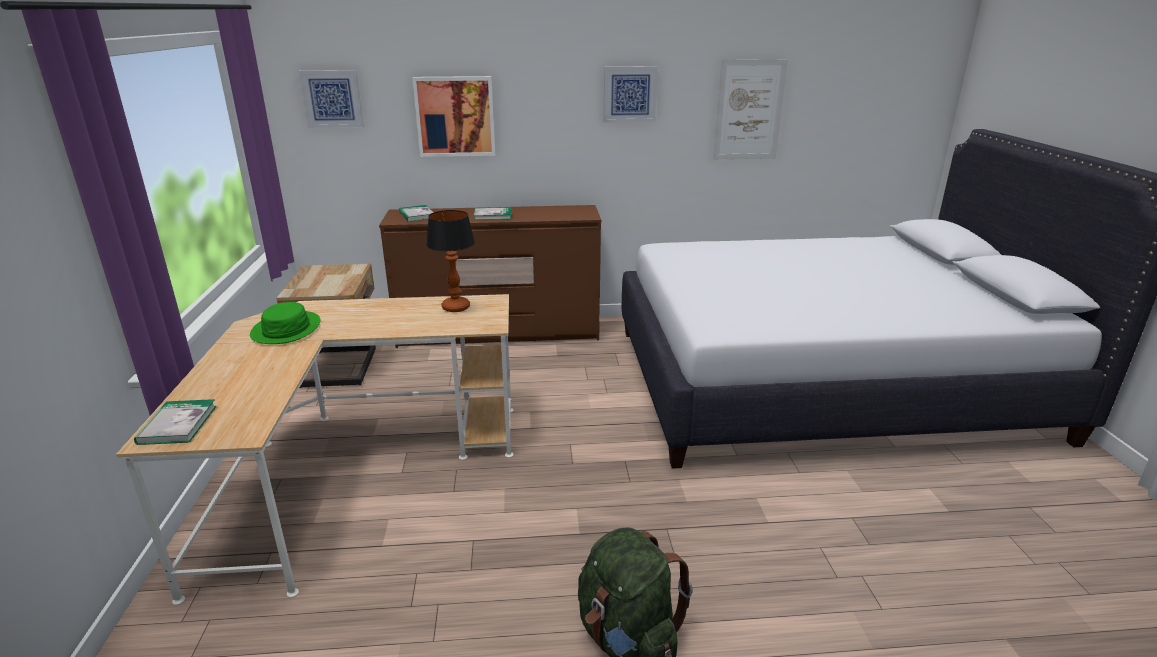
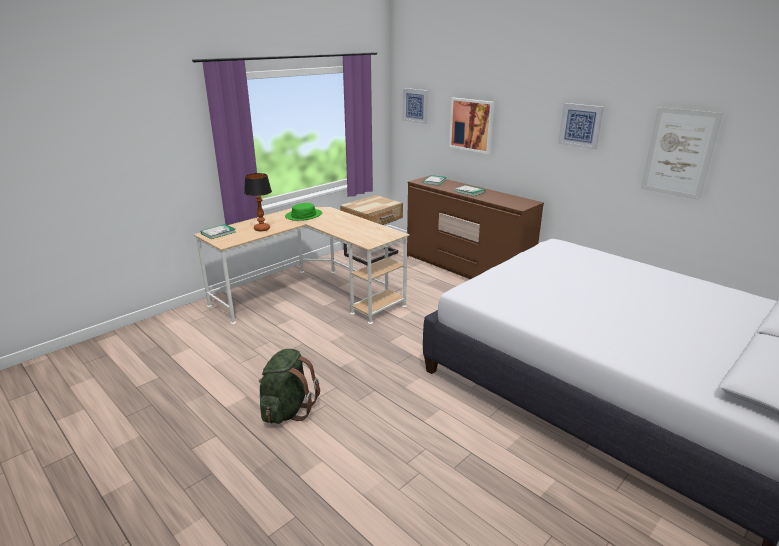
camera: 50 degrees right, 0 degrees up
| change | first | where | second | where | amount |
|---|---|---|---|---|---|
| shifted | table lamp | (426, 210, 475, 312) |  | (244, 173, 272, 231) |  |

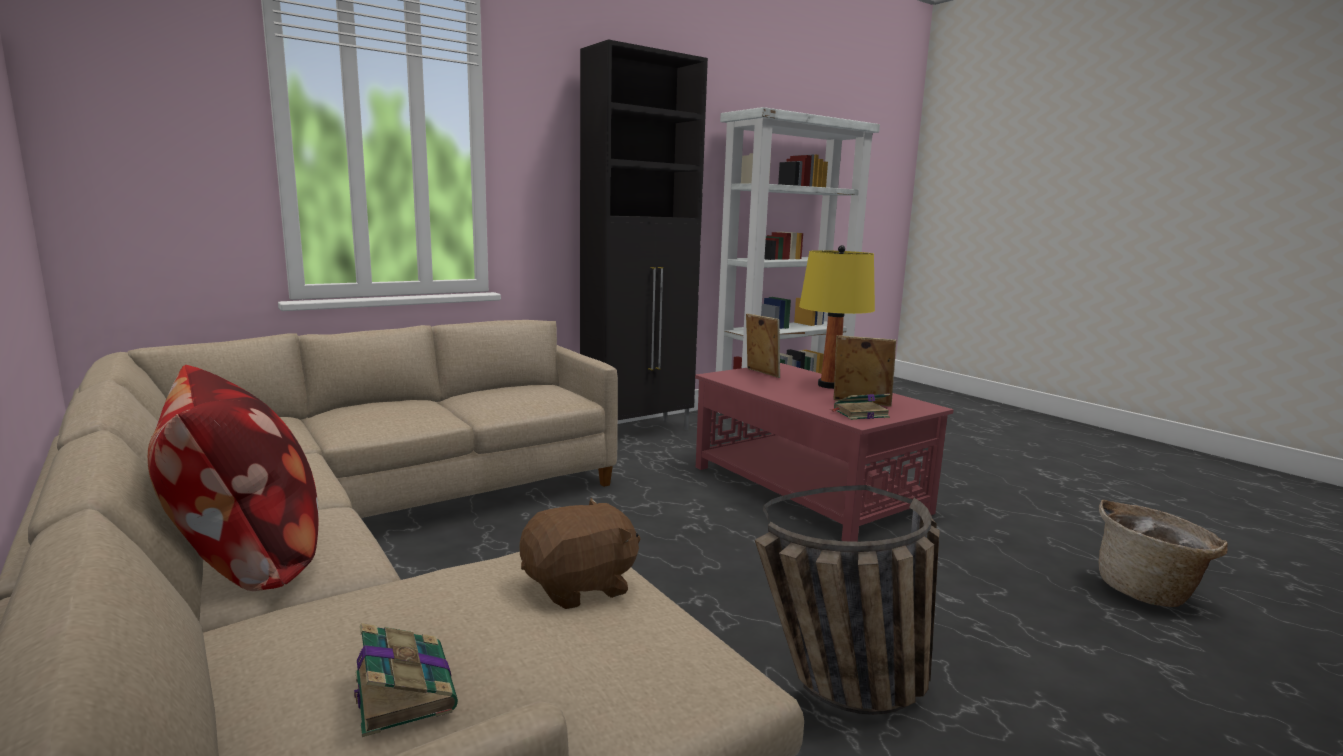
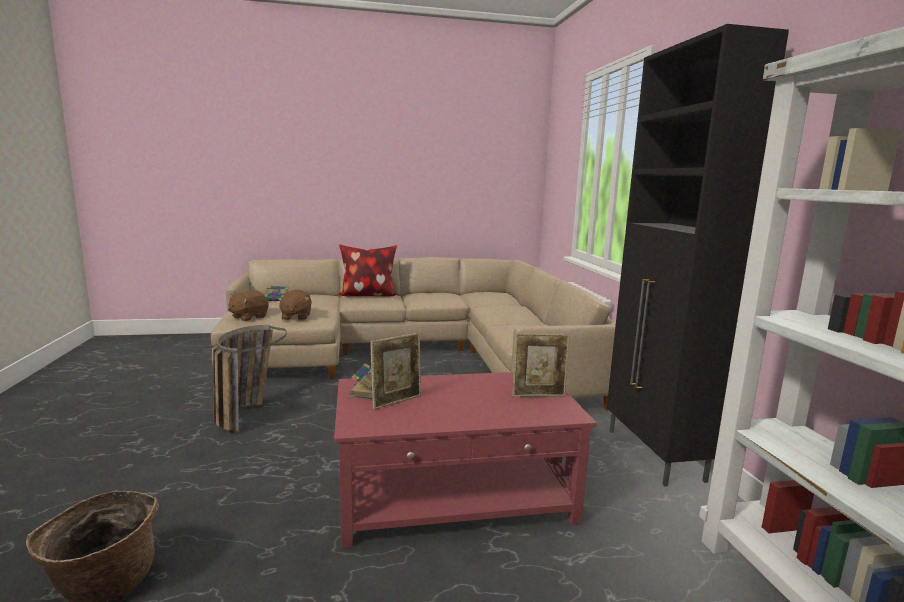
camera: 115 degrees right, 0 degrees up
| change | first | where | second | where | amount |
|---|---|---|---|---|---|
| gone | yellow table lamp | (799, 245, 875, 389) |  |  |  |
| new |  |  | brown plush toy | (228, 290, 269, 321) |  |

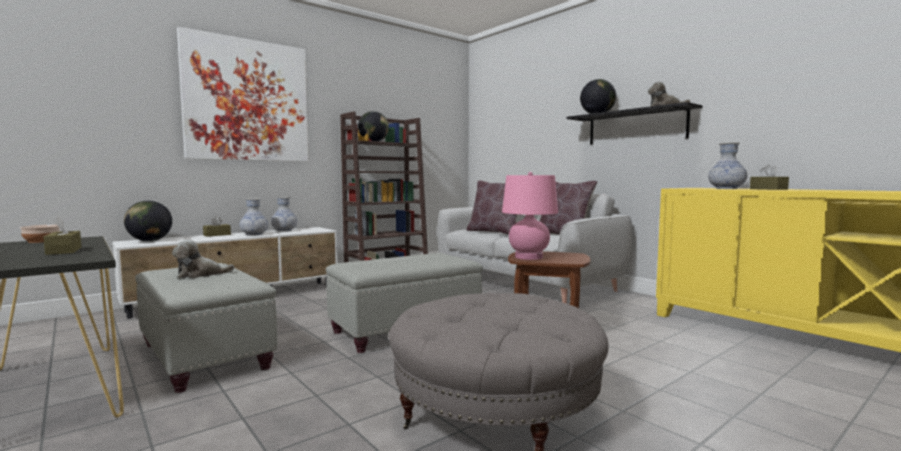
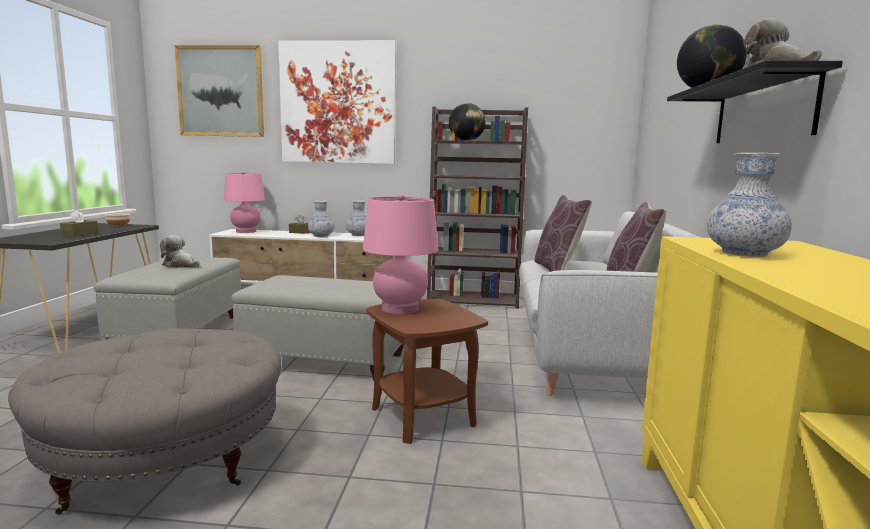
camera: 45 degrees right, 5 degrees up
| change | first | where | second | where | amount |
|---|---|---|---|---|---|
| gone | brown tissue box | (750, 164, 789, 190) |  |  |  |
| new |  |  | picture | (175, 45, 264, 137) |  |
| swapped | globe | (124, 201, 172, 241) | pink table lamp | (224, 171, 265, 233) |  |

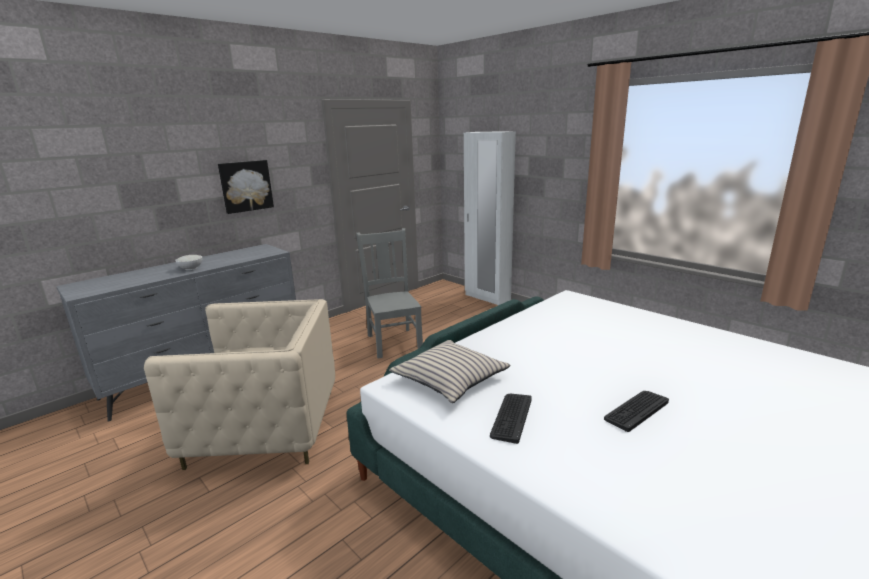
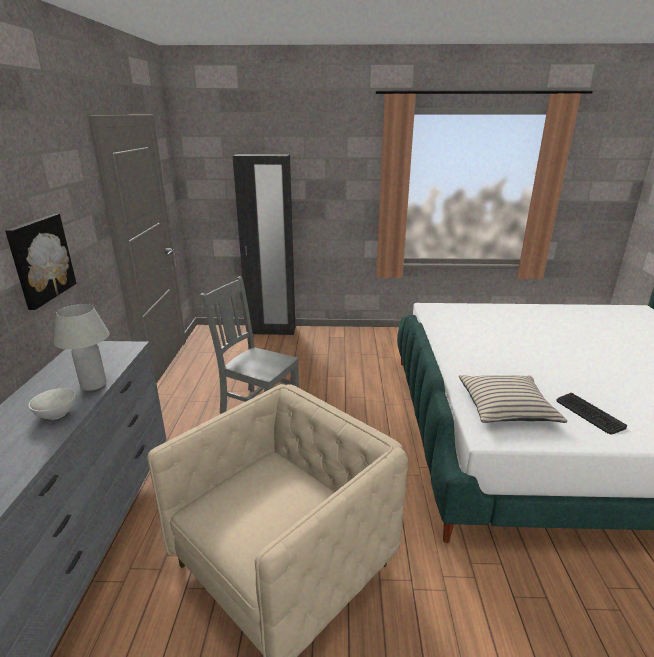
camera: 45 degrees left, 5 degrees up
| change | first | where | second | where | amount |
|---|---|---|---|---|---|
| gone | keyboard | (604, 391, 669, 432) |  |  |  |
| new |  |  | white table lamp | (54, 304, 110, 391) |  |
| repainted | white wardrobe | (464, 131, 516, 305) | black wardrobe | (233, 154, 295, 335) |  |

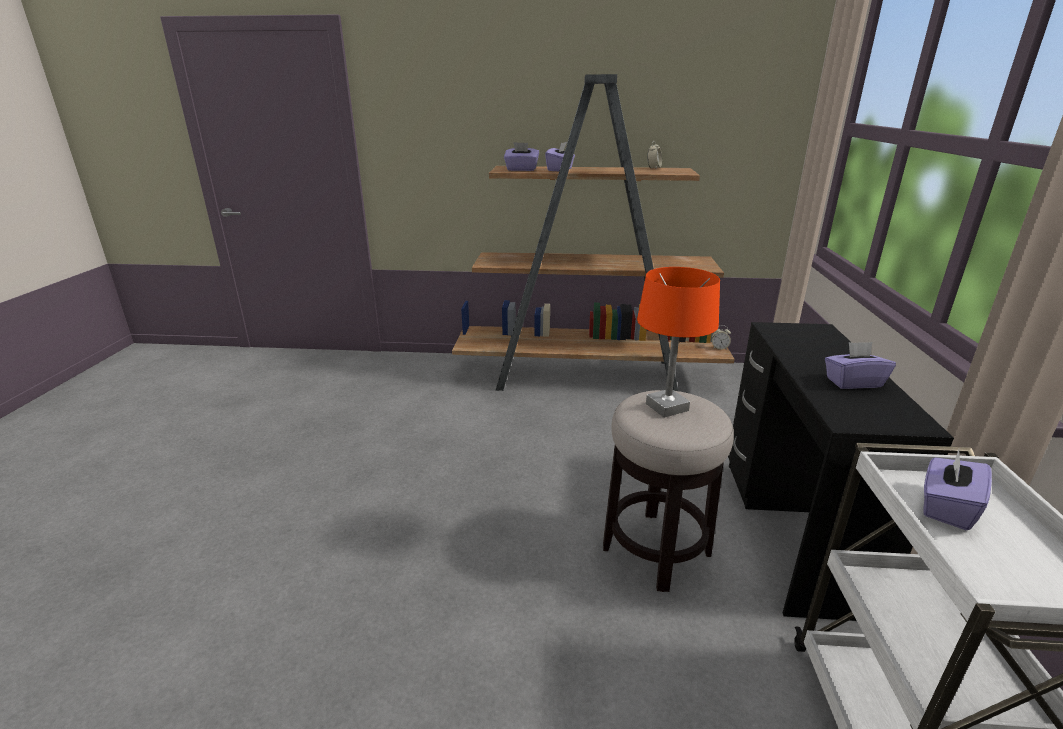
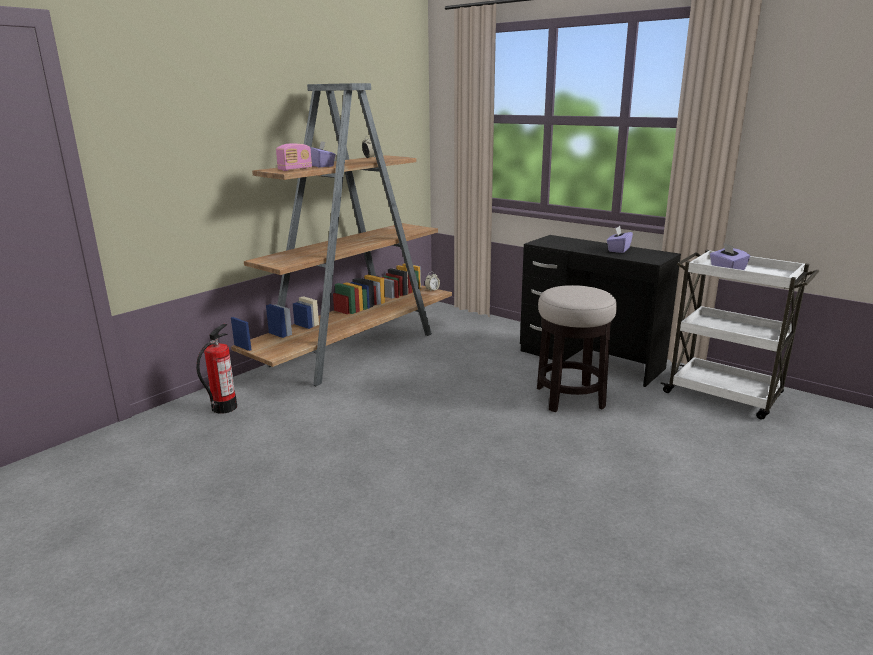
camera: 55 degrees left, 5 degrees down
| change | first | where | second | where | amount |
|---|---|---|---|---|---|
| gone | orange table lamp | (637, 267, 720, 418) |  |  |  |
| new |  |  | fire extinguisher | (196, 324, 237, 414) |  |
| swapped | purple tissue box | (504, 142, 539, 171) | radio | (276, 143, 312, 171) |  |

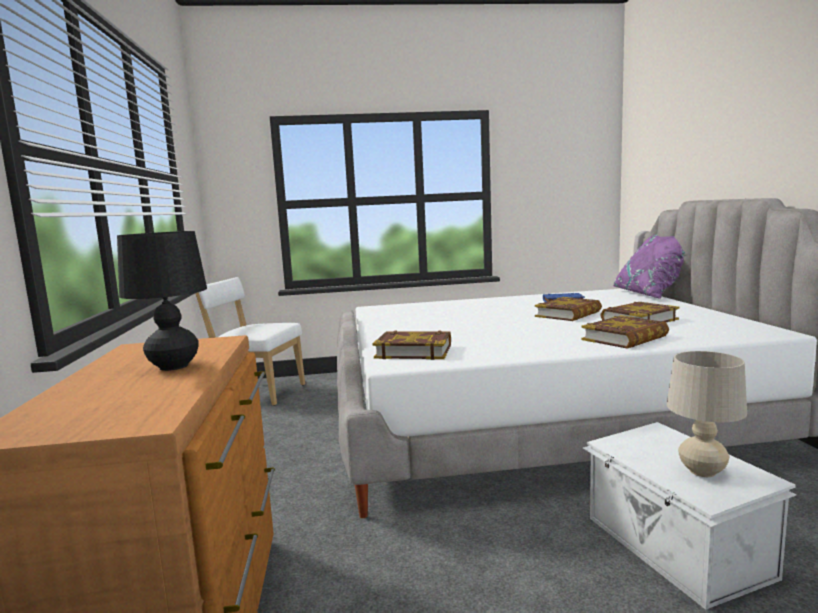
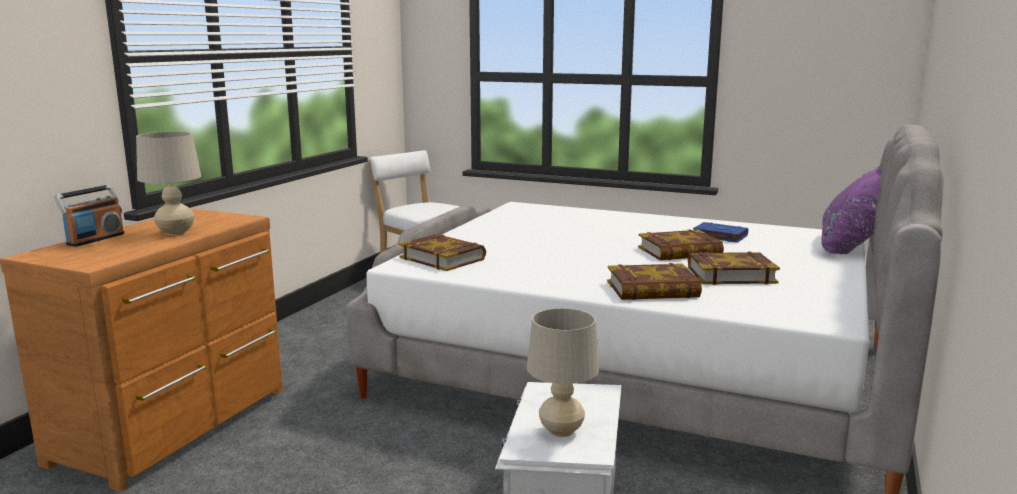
camera: 30 degrees right, 5 degrees up
| change | first | where | second | where | amount |
|---|---|---|---|---|---|
| new |  |  | radio | (54, 185, 125, 247) |  |
| repainted | black table lamp | (117, 231, 207, 371) | beige table lamp | (136, 132, 201, 235) |  |

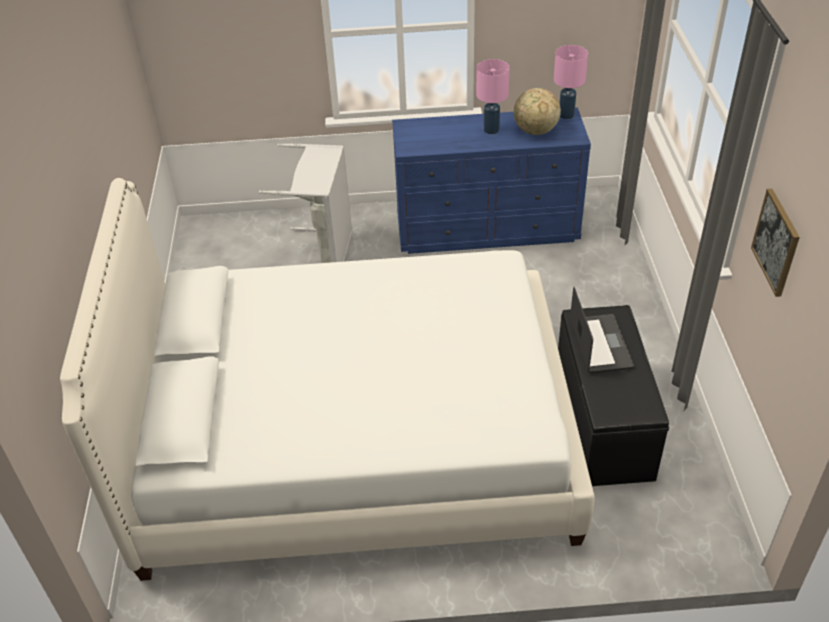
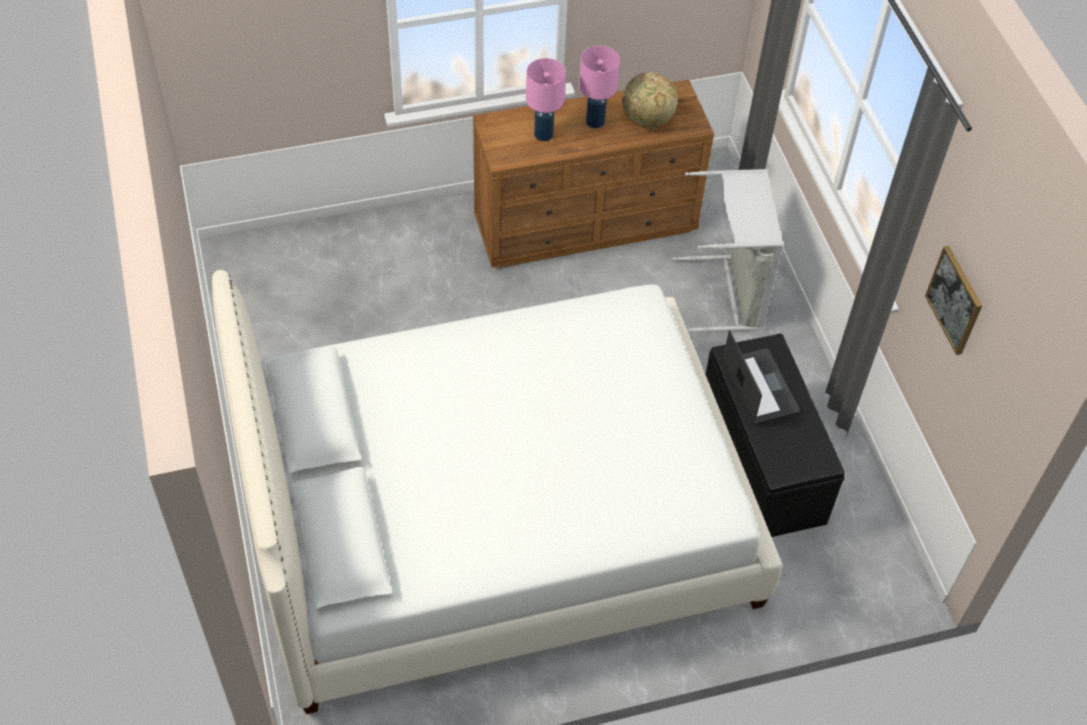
camera: 15 degrees left, 10 degrees up
| change | first | where | second | where | amount |
|---|---|---|---|---|---|
| shifted | grey laundry basket | (259, 143, 352, 263) |  | (672, 169, 783, 332) |  |
| shifted | pink table lamp | (554, 45, 588, 119) |  | (526, 58, 566, 141) |  |
| repainted | blue dresser | (392, 107, 591, 254) | brown dresser | (473, 79, 714, 268) |  |

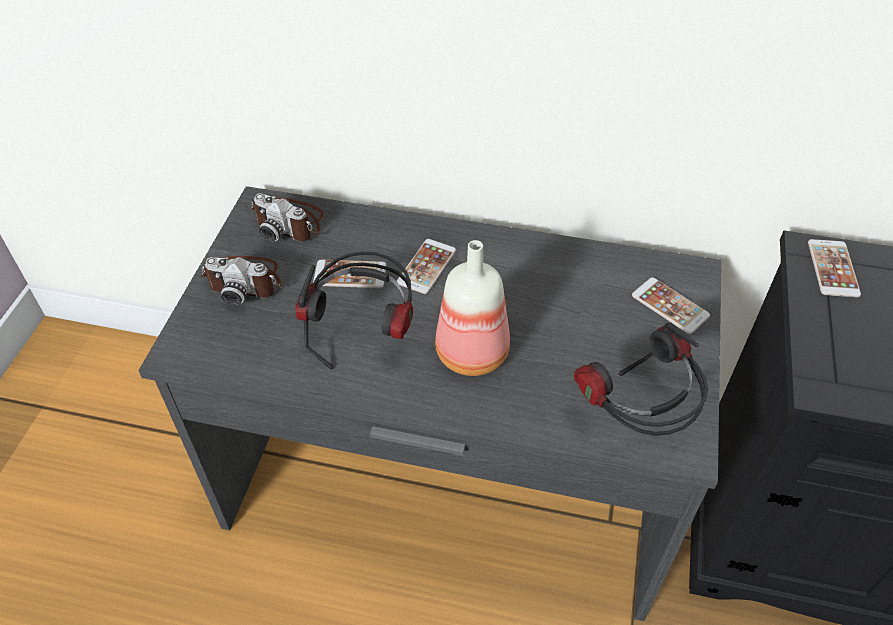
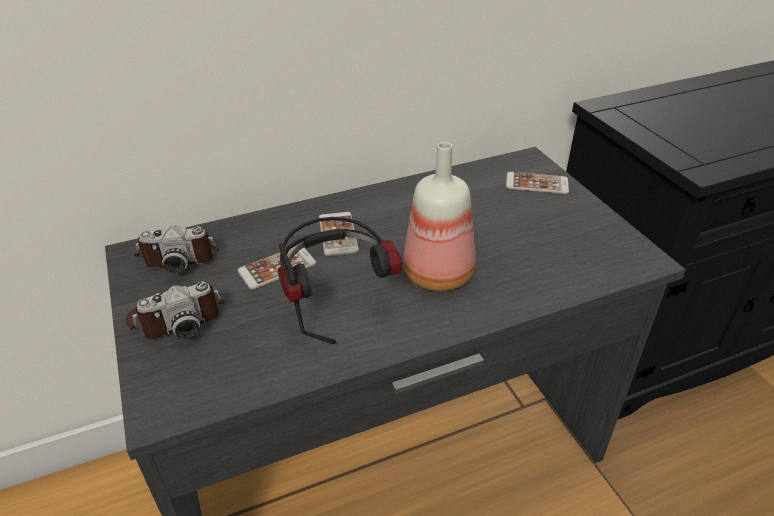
camera: 35 degrees left, 10 degrees down
| change | first | where | second | where | amount |
|---|---|---|---|---|---|
| gone | headphones | (574, 323, 708, 436) |  |  |  |
| gone | phone | (808, 239, 861, 297) |  |  |  |

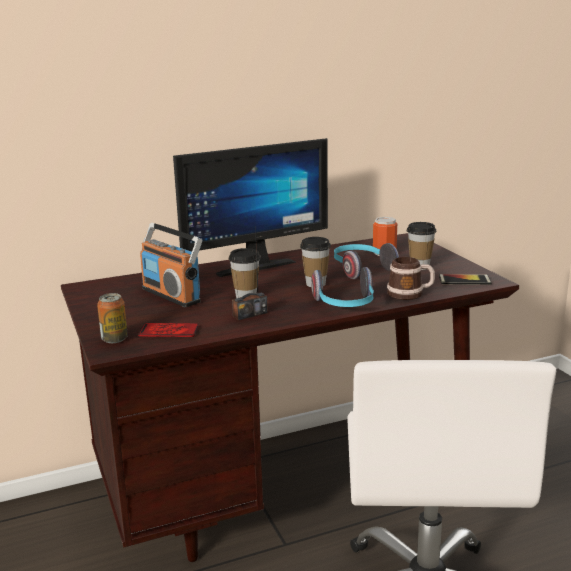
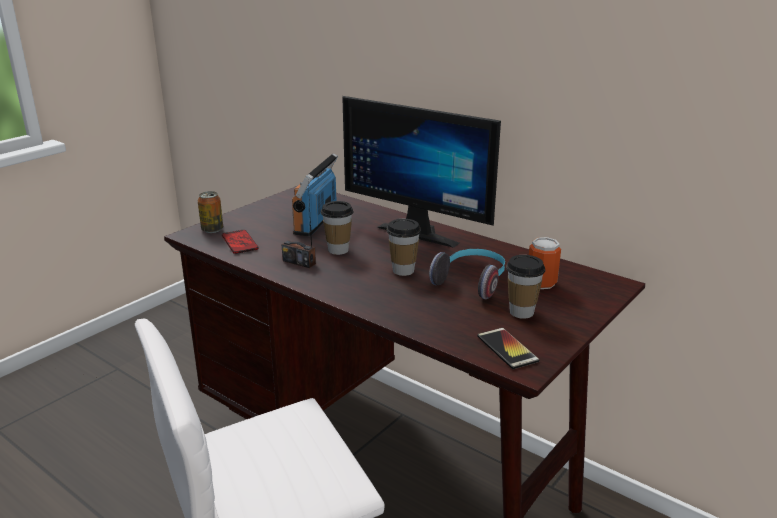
camera: 60 degrees right, 5 degrees up
| change | first | where | second | where | amount |
|---|---|---|---|---|---|
| gone | headphones | (311, 267, 374, 307) |  |  |  |
| gone | mug | (387, 257, 435, 300) |  |  |  |

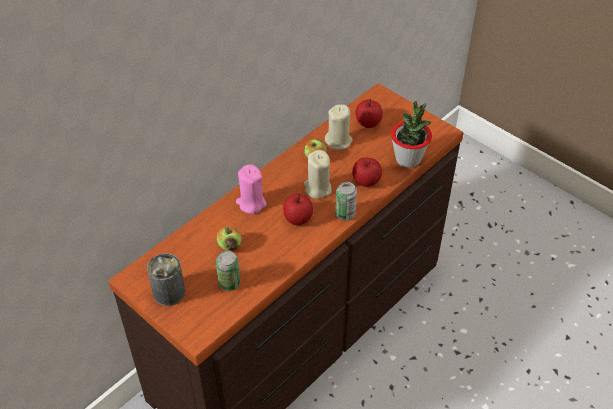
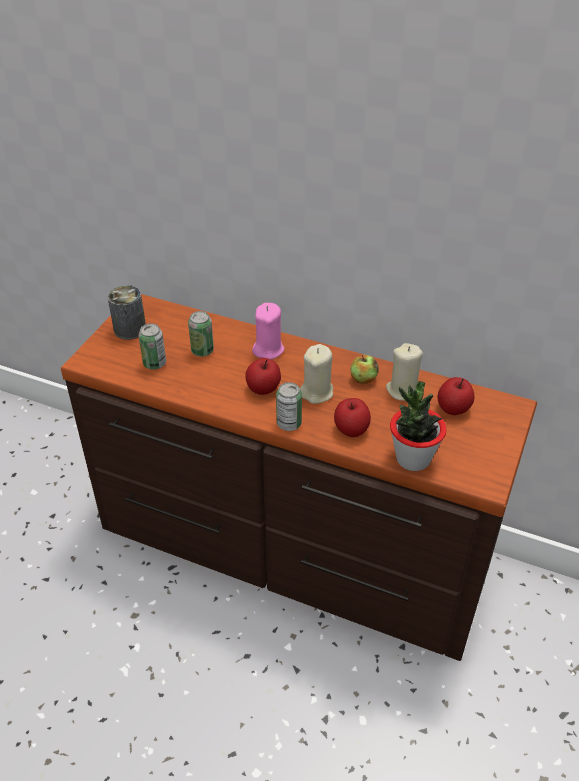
camera: 70 degrees right, 5 degrees down
| change | first | where | second | where | amount |
|---|---|---|---|---|---|
| swapped | apple | (217, 227, 242, 252) | can | (188, 311, 214, 357) |  |

